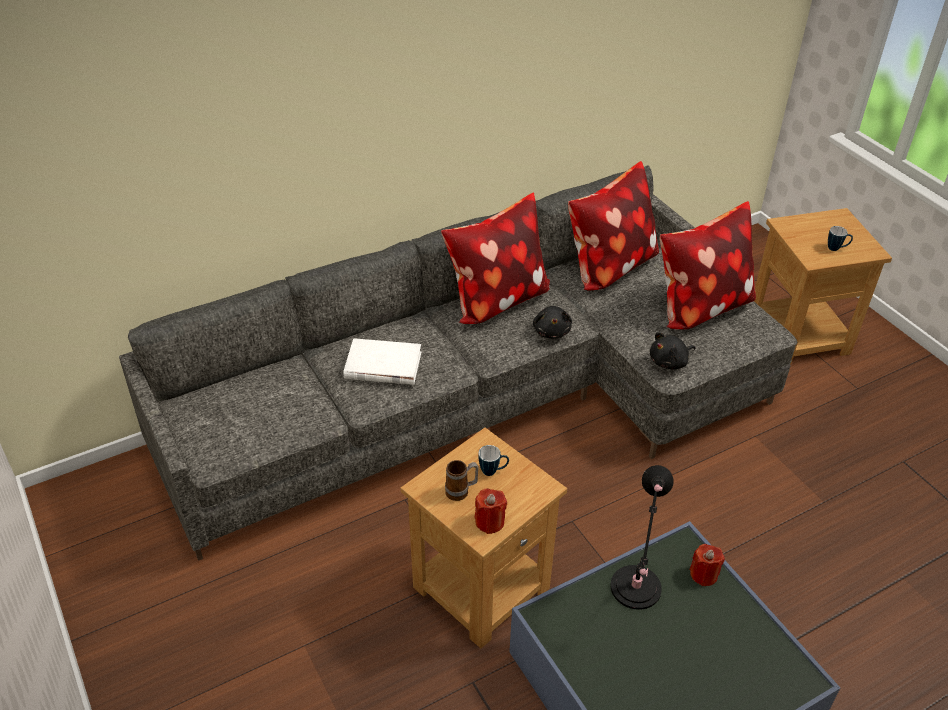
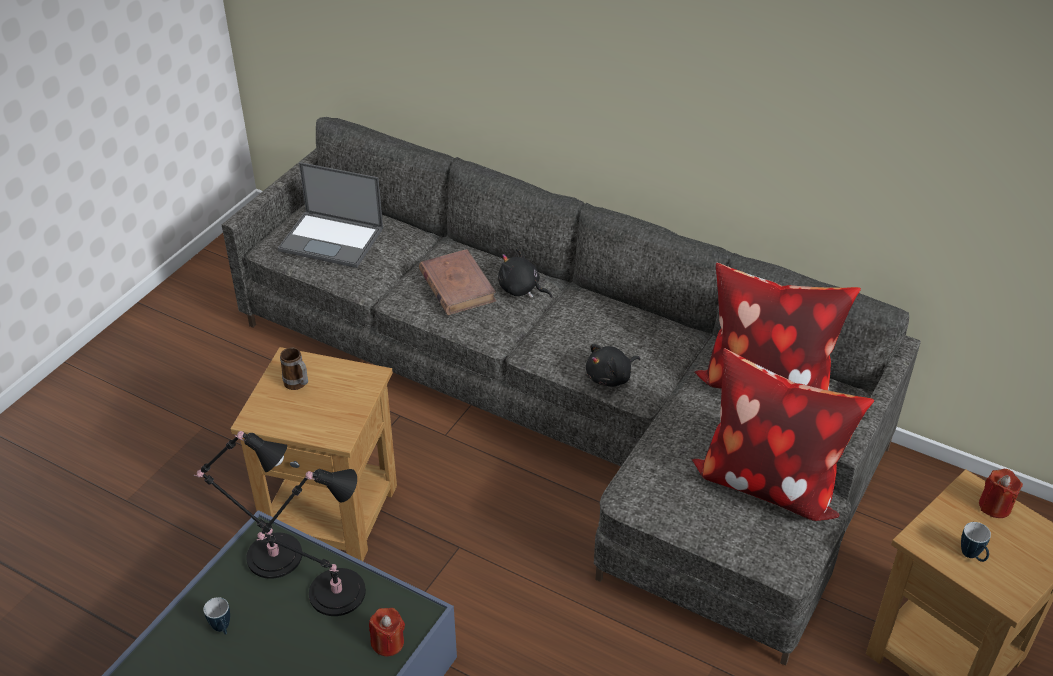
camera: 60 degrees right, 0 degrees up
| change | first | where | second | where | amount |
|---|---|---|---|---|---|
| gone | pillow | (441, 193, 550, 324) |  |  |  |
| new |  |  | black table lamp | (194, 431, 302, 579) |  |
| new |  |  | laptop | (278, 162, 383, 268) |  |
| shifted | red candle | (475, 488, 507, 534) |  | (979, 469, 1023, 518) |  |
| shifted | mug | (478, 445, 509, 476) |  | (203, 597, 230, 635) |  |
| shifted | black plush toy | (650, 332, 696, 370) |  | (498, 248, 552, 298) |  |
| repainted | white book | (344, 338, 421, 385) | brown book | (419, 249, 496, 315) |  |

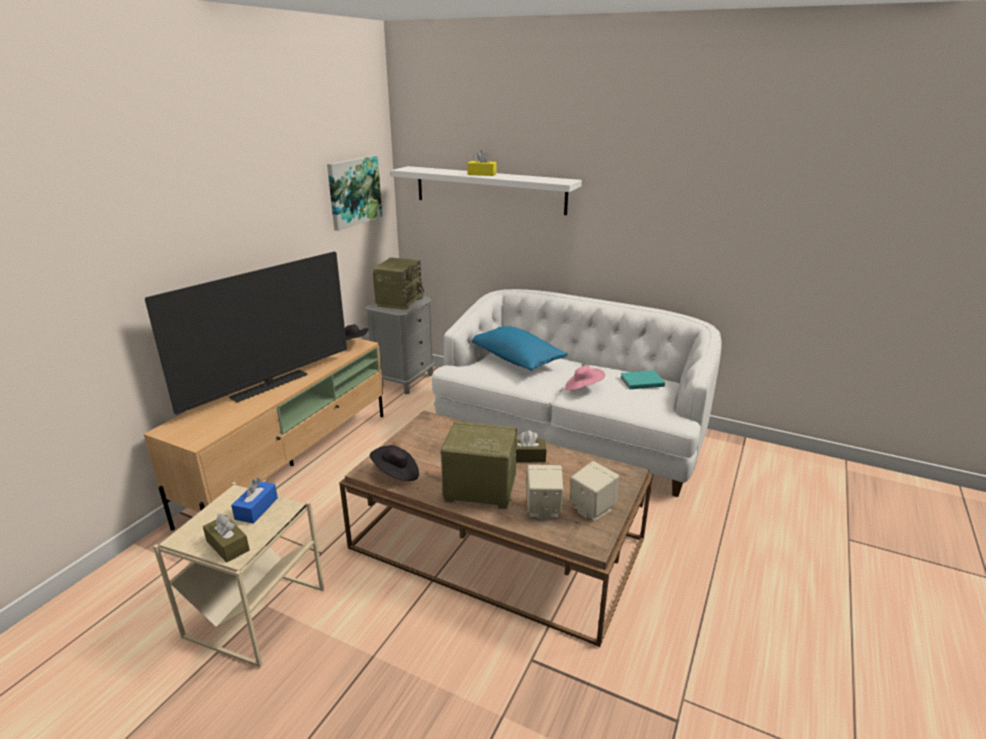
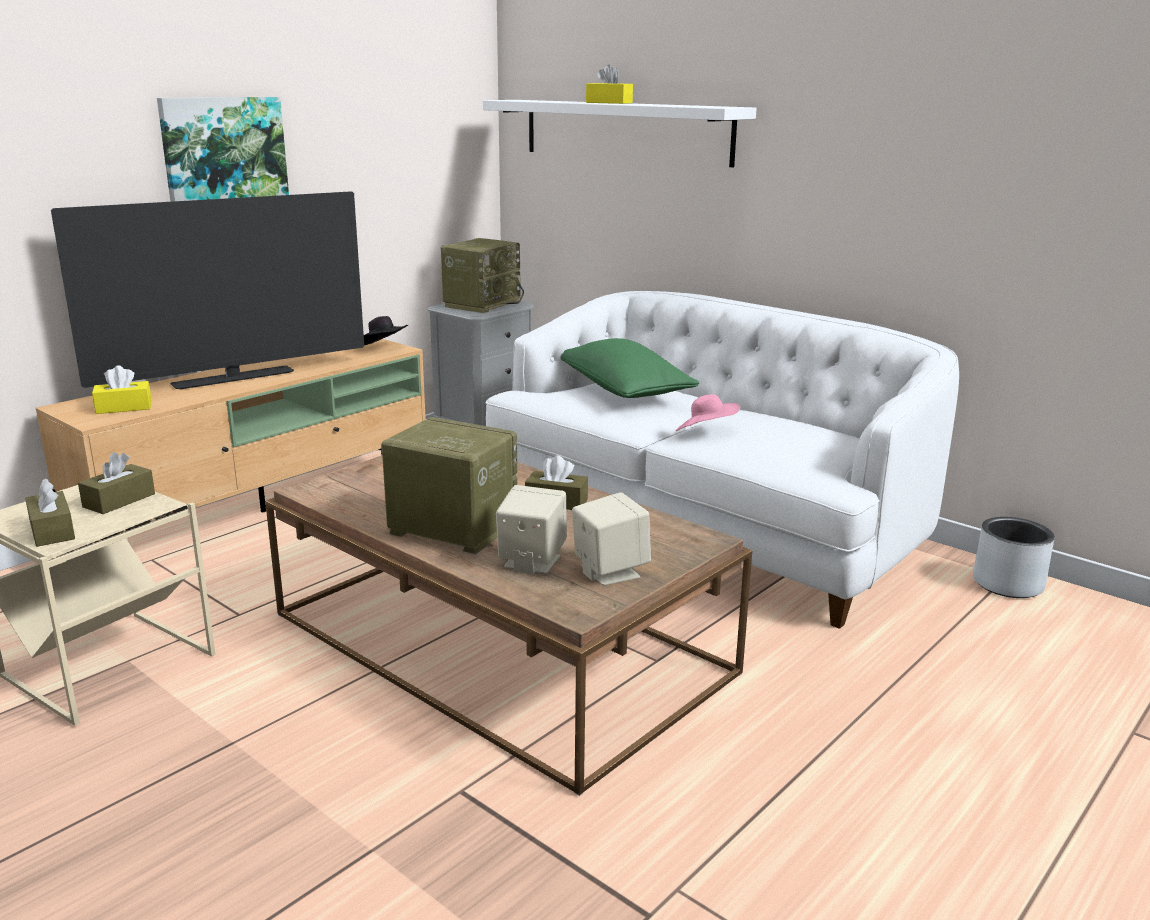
camera: 15 degrees right, 5 degrees down
| change | first | where | second | where | amount |
|---|---|---|---|---|---|
| gone | black hat | (370, 445, 419, 481) |  |  |  |
| gone | turquoise book | (620, 370, 665, 389) |  |  |  |
| new |  |  | yellow tissue box | (92, 365, 151, 414) |  |
| new |  |  | grey planter | (973, 517, 1055, 598) |  |
| shifted | picture | (327, 155, 382, 231) |  | (157, 97, 289, 202) |  |
| repainted | blue tissue box | (231, 478, 278, 524) | brown tissue box | (78, 452, 155, 514) |  |
| repainted | blue pillow | (472, 326, 568, 371) | green pillow | (561, 338, 699, 398) |  |

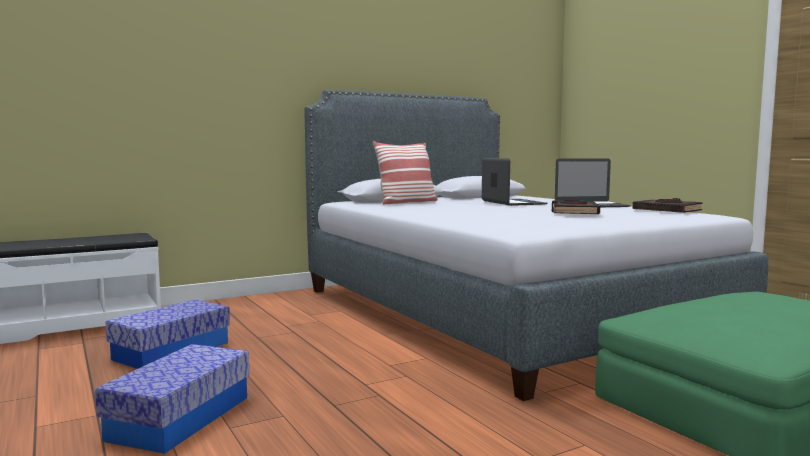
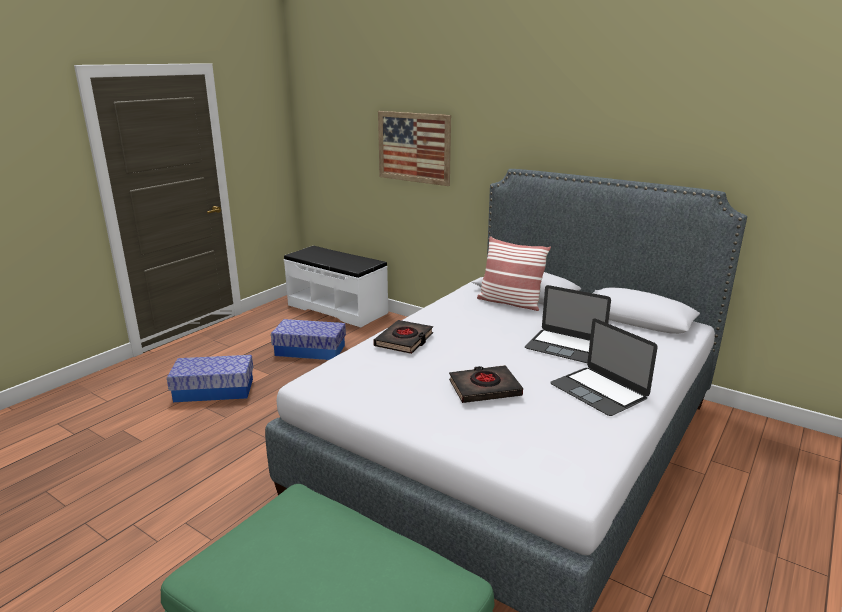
camera: 65 degrees right, 15 degrees up
| change | first | where | second | where | amount |
|---|---|---|---|---|---|
| new |  |  | picture | (378, 111, 451, 186) |  |
| shifted | black book | (633, 198, 703, 213) |  | (373, 320, 433, 354) |  |
| rotated | laptop | (482, 158, 548, 206) |  | (525, 285, 611, 363) | 75 degrees clockwise |

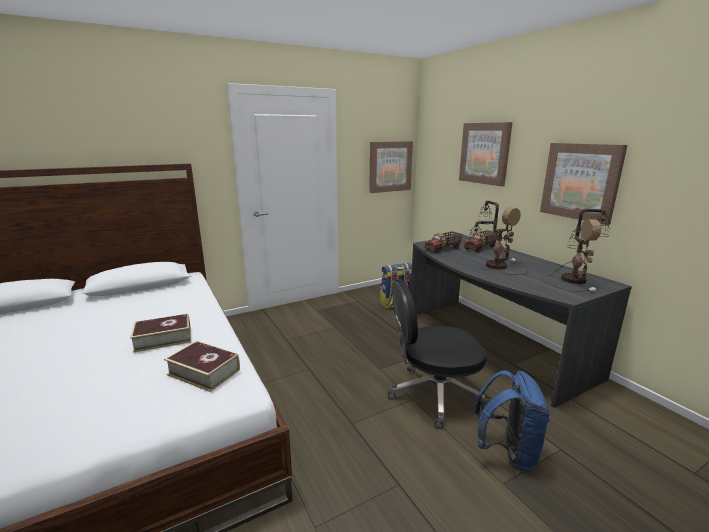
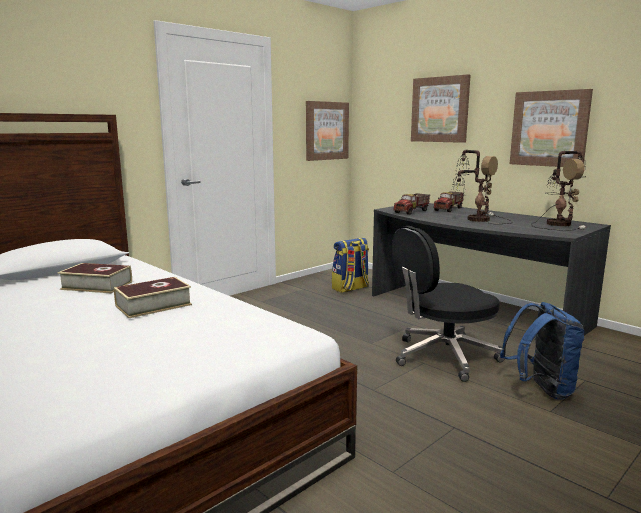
camera: 15 degrees left, 5 degrees down
| change | first | where | second | where | amount |
|---|---|---|---|---|---|
| shifted | book | (164, 341, 240, 392) |  | (58, 263, 132, 293) |  |

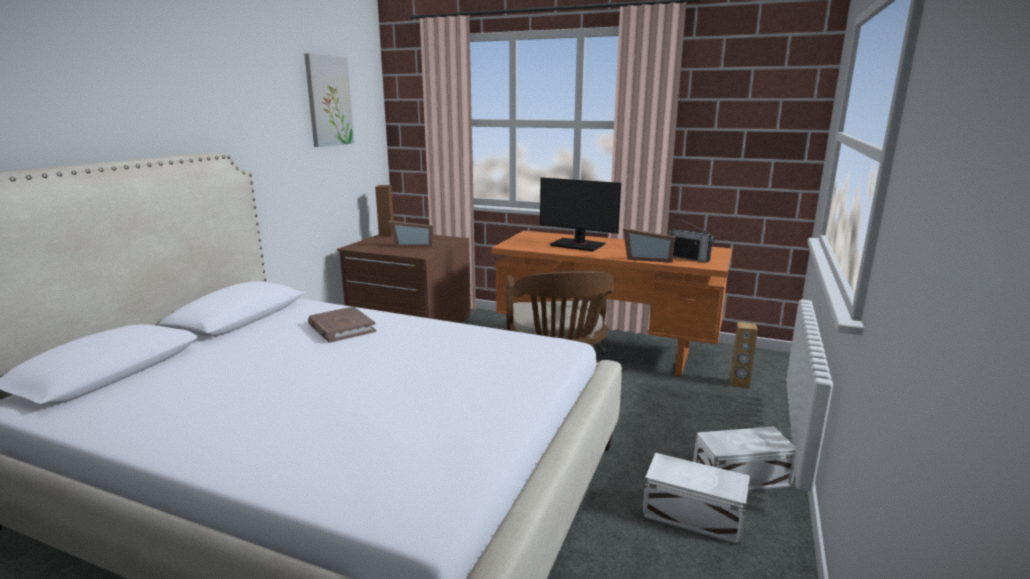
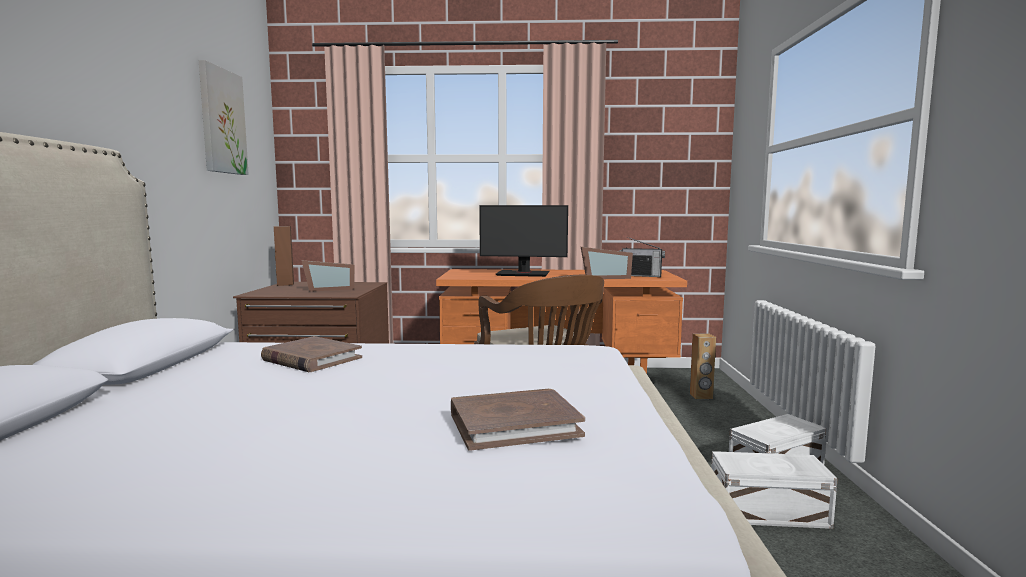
camera: 20 degrees left, 10 degrees down
| change | first | where | second | where | amount |
|---|---|---|---|---|---|
| new |  |  | brown book | (451, 389, 585, 451) |  |

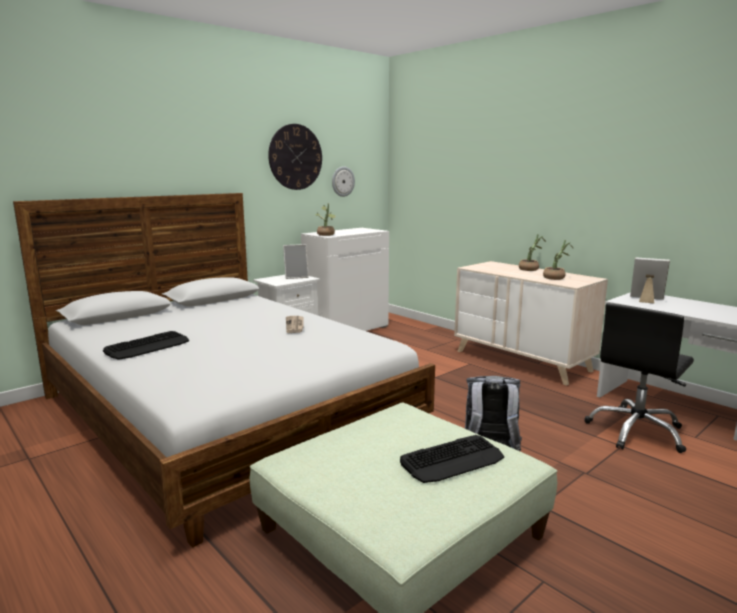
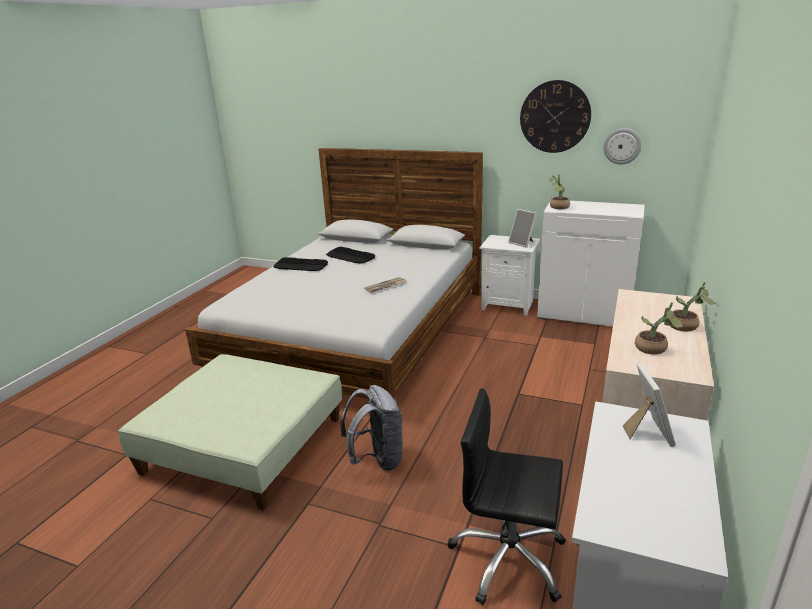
camera: 65 degrees right, 10 degrees up
| change | first | where | second | where | amount |
|---|---|---|---|---|---|
| shifted | keyboard | (400, 435, 504, 483) |  | (326, 247, 375, 264) |  |

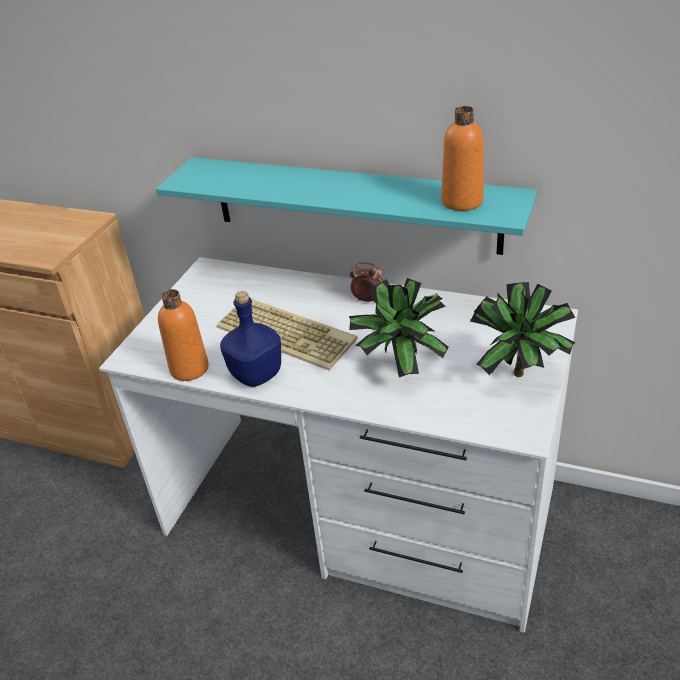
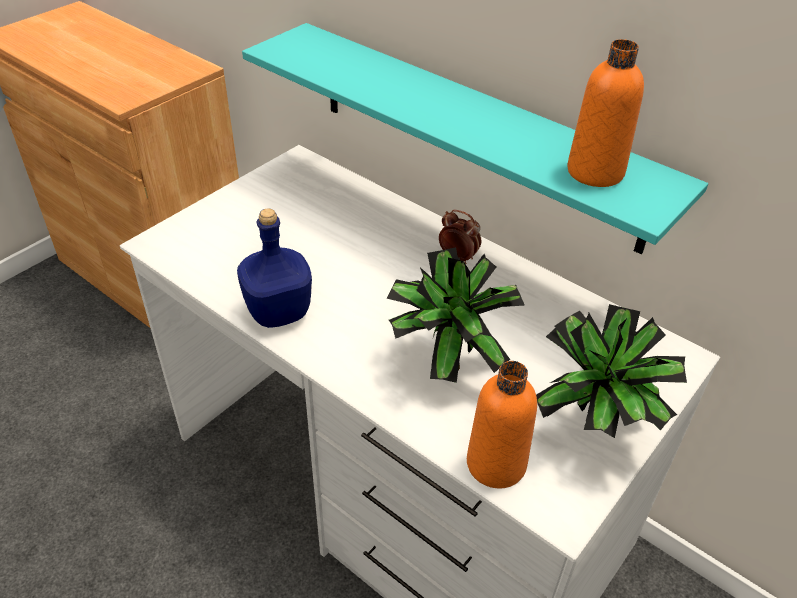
camera: 15 degrees right, 5 degrees up
| change | first | where | second | where | amount |
|---|---|---|---|---|---|
| gone | keyboard | (217, 299, 357, 371) |  |  |  |
| shifted | orange bottle | (158, 289, 209, 381) |  | (467, 361, 537, 488) |  |

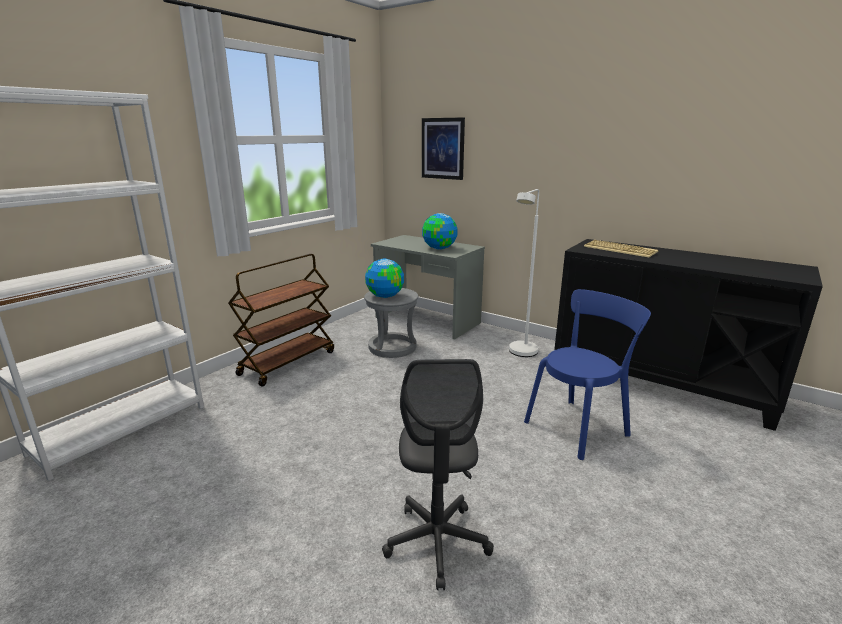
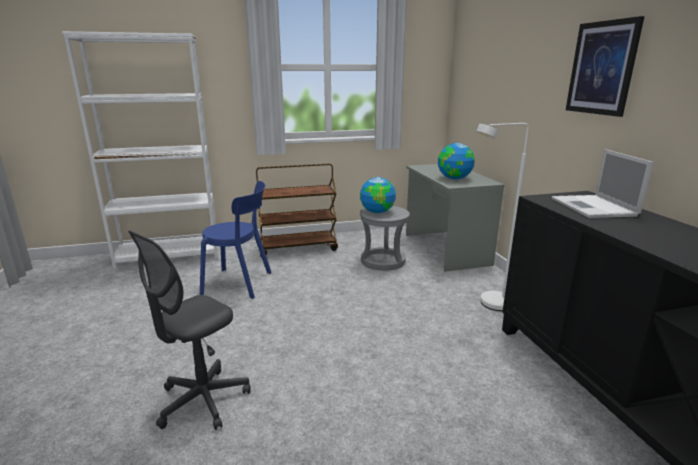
camera: 40 degrees right, 0 degrees up
| change | first | where | second | where | amount |
|---|---|---|---|---|---|
| shifted | picture | (422, 117, 465, 180) |  | (566, 16, 645, 117) |  |
| shifted | blue chair | (524, 289, 651, 460) |  | (200, 181, 272, 299) |  |
| swapped | keyboard | (584, 240, 659, 257) | laptop | (552, 149, 654, 218) |  |

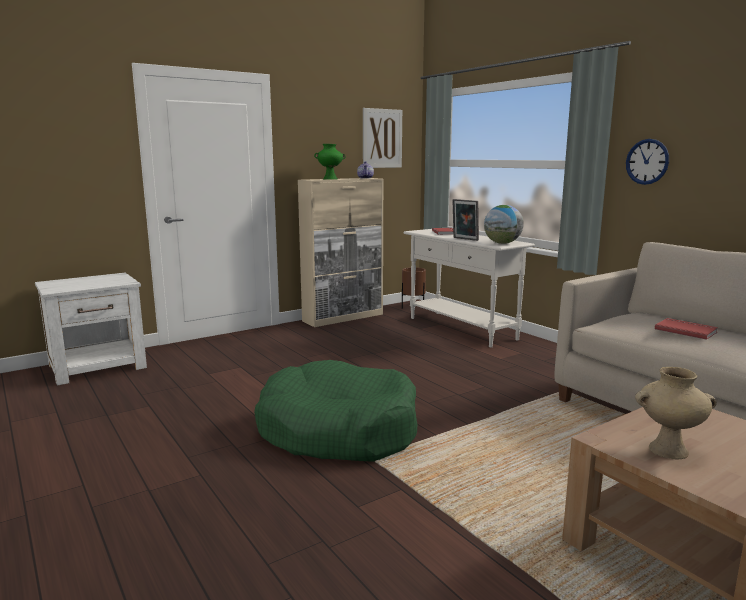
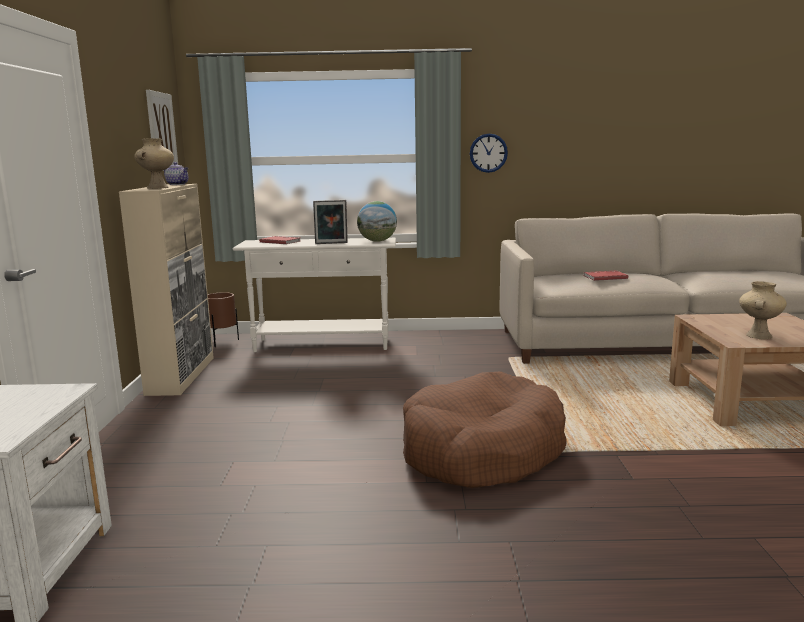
camera: 55 degrees left, 0 degrees up
| change | first | where | second | where | amount |
|---|---|---|---|---|---|
| repainted | green dog bed | (254, 360, 417, 462) | brown dog bed | (403, 371, 566, 488) |  |
| repainted | green vase | (314, 144, 345, 180) | beige vase | (134, 138, 174, 189) |  |

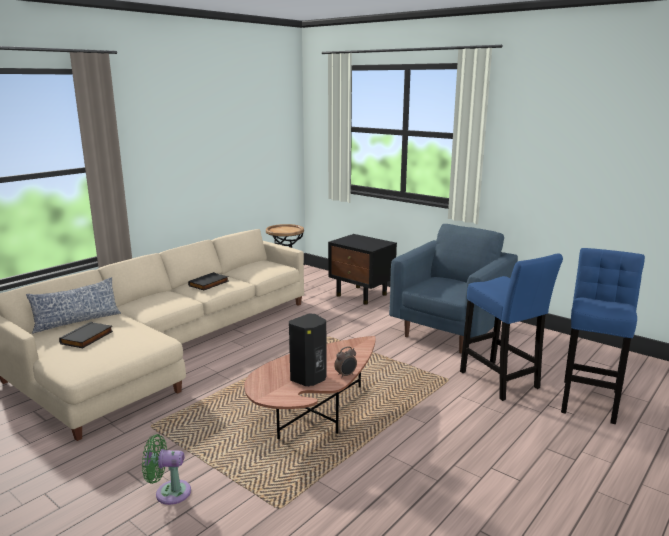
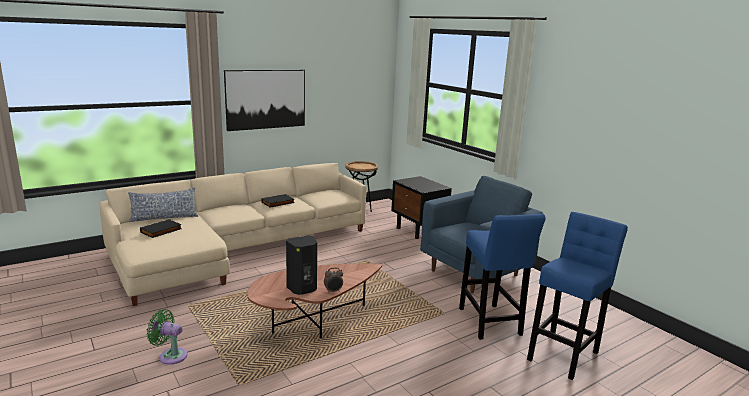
camera: 15 degrees right, 0 degrees up
| change | first | where | second | where | amount |
|---|---|---|---|---|---|
| new |  |  | picture | (224, 70, 305, 131) |  |

